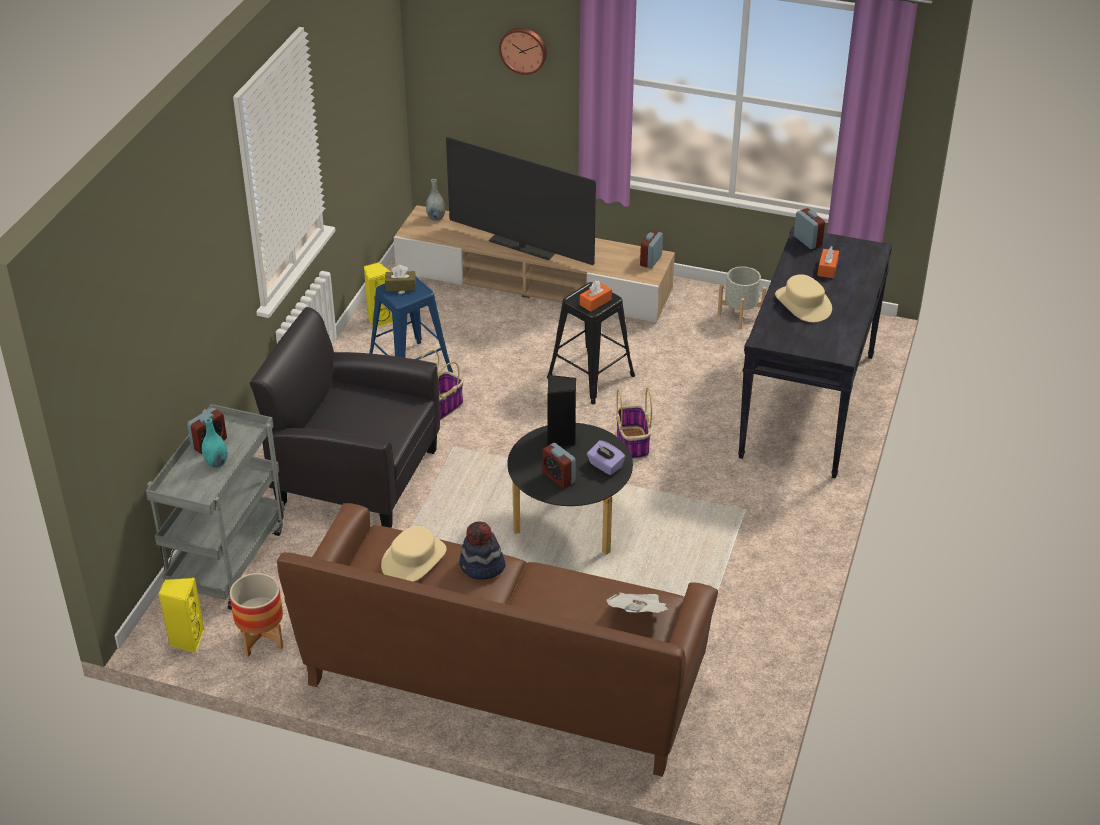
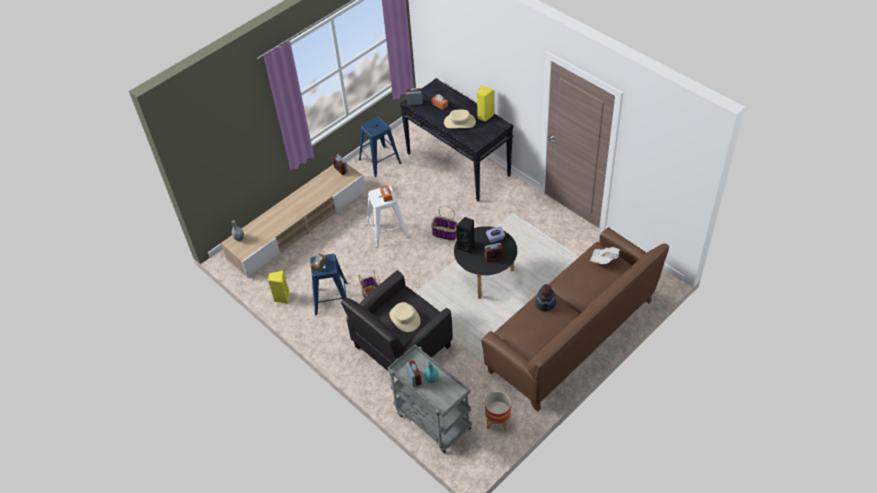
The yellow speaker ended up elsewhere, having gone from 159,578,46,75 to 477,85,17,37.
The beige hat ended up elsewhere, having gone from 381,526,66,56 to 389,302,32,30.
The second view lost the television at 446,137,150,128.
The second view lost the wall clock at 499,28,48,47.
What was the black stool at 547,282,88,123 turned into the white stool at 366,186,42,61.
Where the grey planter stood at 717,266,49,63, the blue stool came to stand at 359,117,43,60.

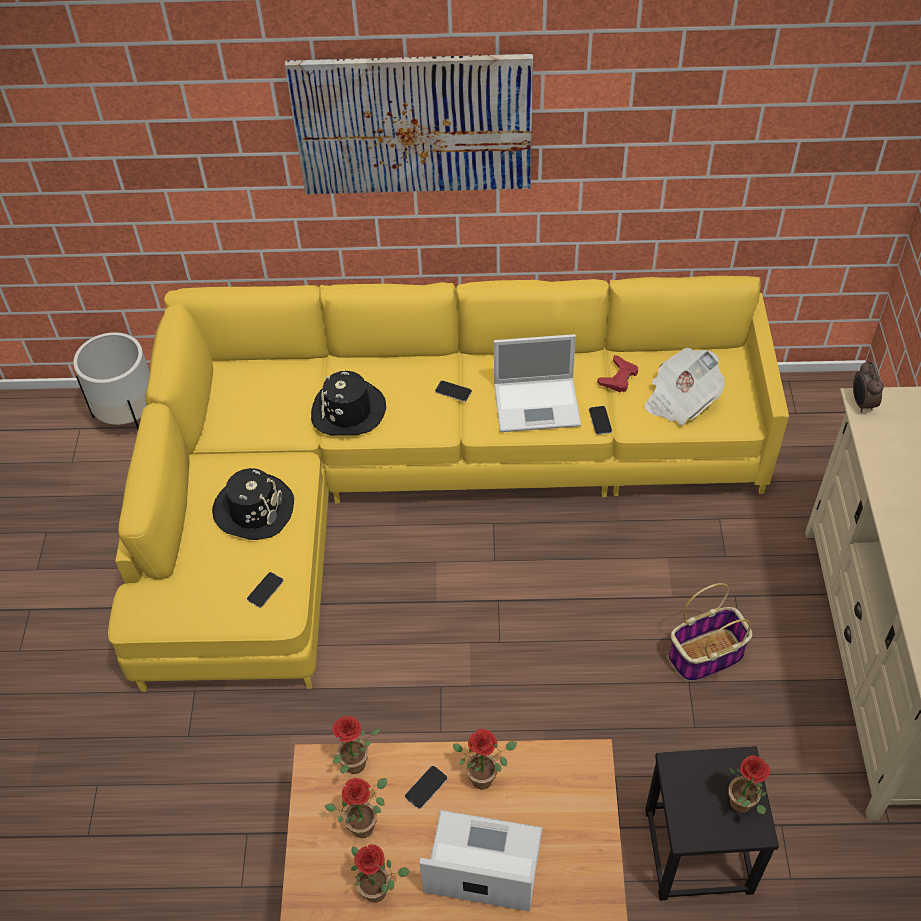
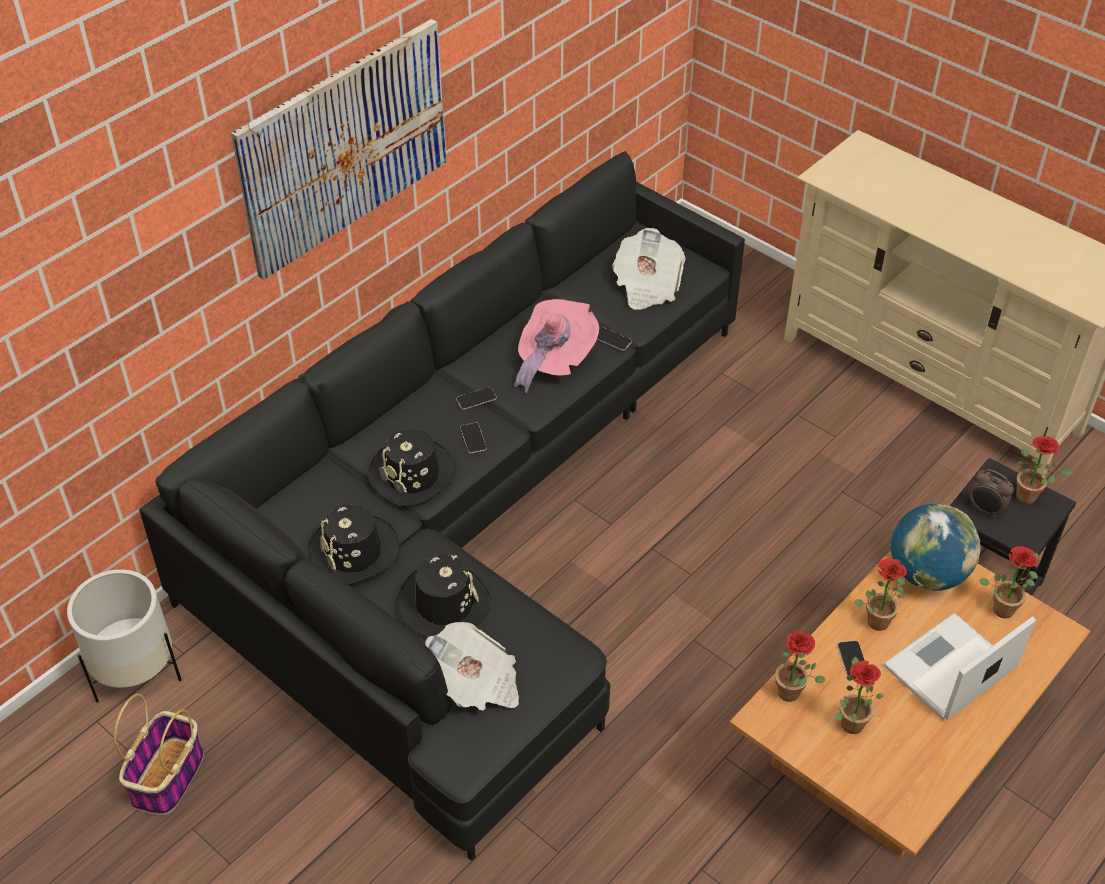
What was the yellow sofa at 108,276,681,416 turned into the black sofa at 139,151,606,710.
The phone ended up elsewhere, having gone from 247,572,37,36 to 460,422,27,31.
The potted plant ended up elsewhere, having gone from 351,844,59,59 to 979,546,59,72.
Where the laptop stood at 494,334,87,98, the pink hat came to stand at 513,299,86,94.
The second view lost the red game controller at 597,355,41,37.
The basket ended up elsewhere, having gone from 668,583,84,99 to 114,694,90,121.
The alarm clock ended up elsewhere, having gone from 853,360,31,53 to 969,469,45,49.
The second view gained the black hat at 308,505,91,80.
The second view gained the newspaper at 425,622,94,89.
The second view gained the globe at 891,504,90,87.

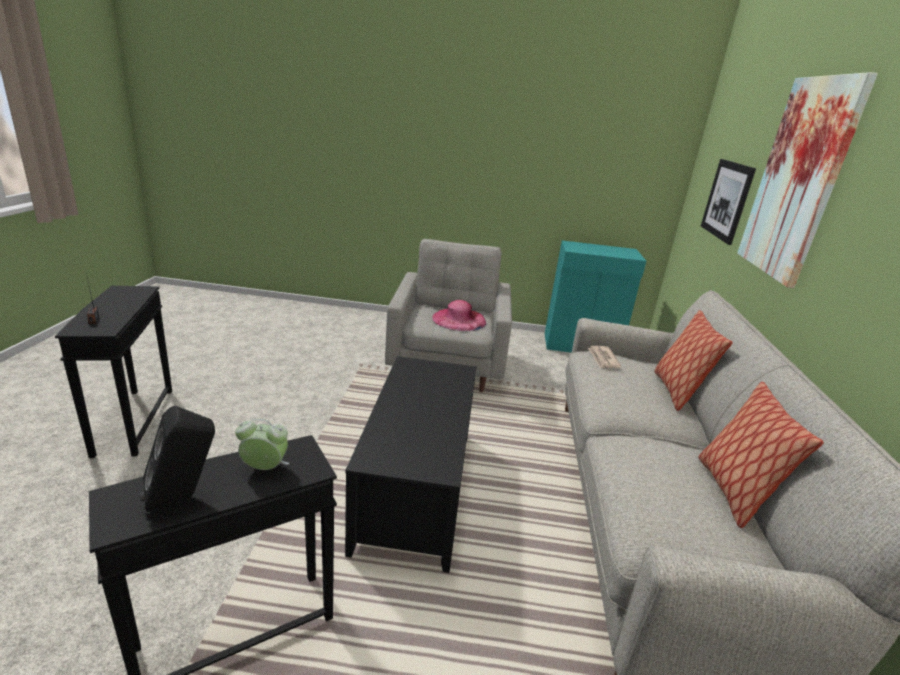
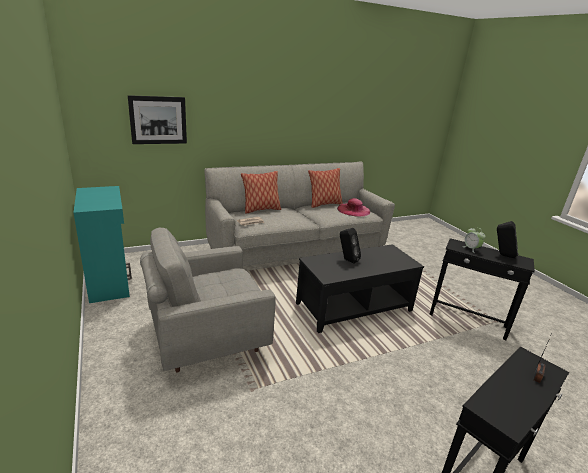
The pink hat ended up elsewhere, having gone from 432,300,54,31 to 337,198,33,19.
The second view lost the picture at 737,72,141,216.
The second view gained the black speaker at 340,228,21,35.

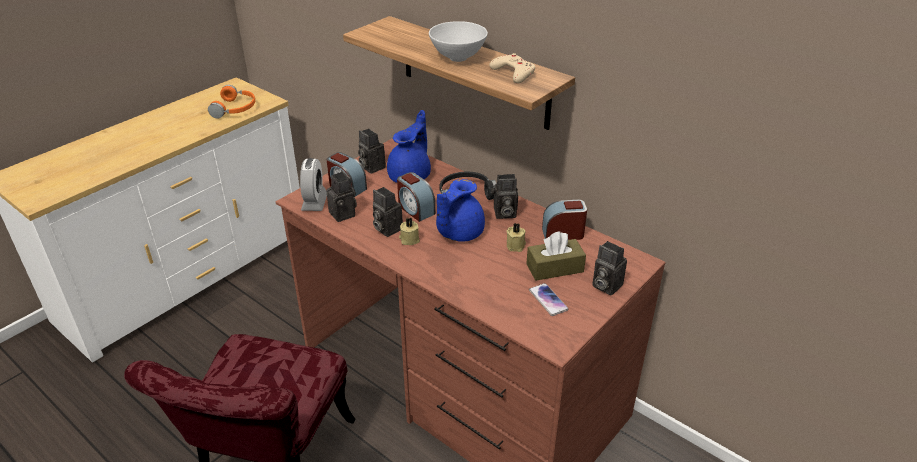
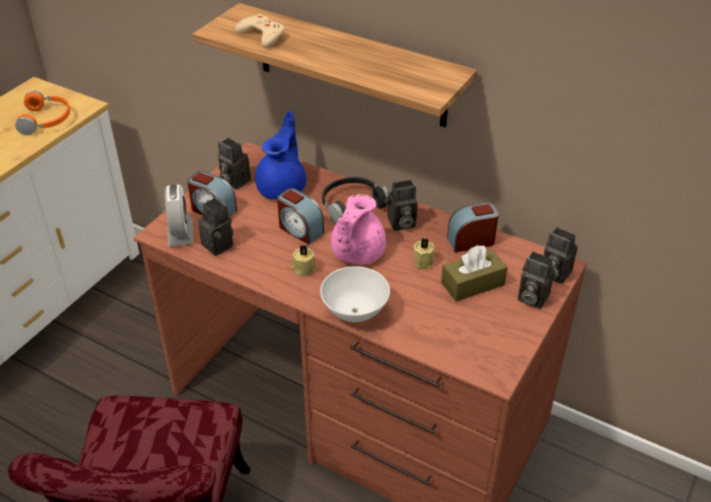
The photo camera ended up elsewhere, having gone from 373,187,30,50 to 544,227,33,57.
The white bowl ended up elsewhere, having gone from 429,21,59,41 to 320,266,70,56.
What was the blue teapot at 436,179,49,63 turned into the pink teapot at 331,194,55,71.
The beige game controller ended up elsewhere, having gone from 489,53,46,30 to 235,14,49,34.
The second view lost the phone at 529,283,40,33.

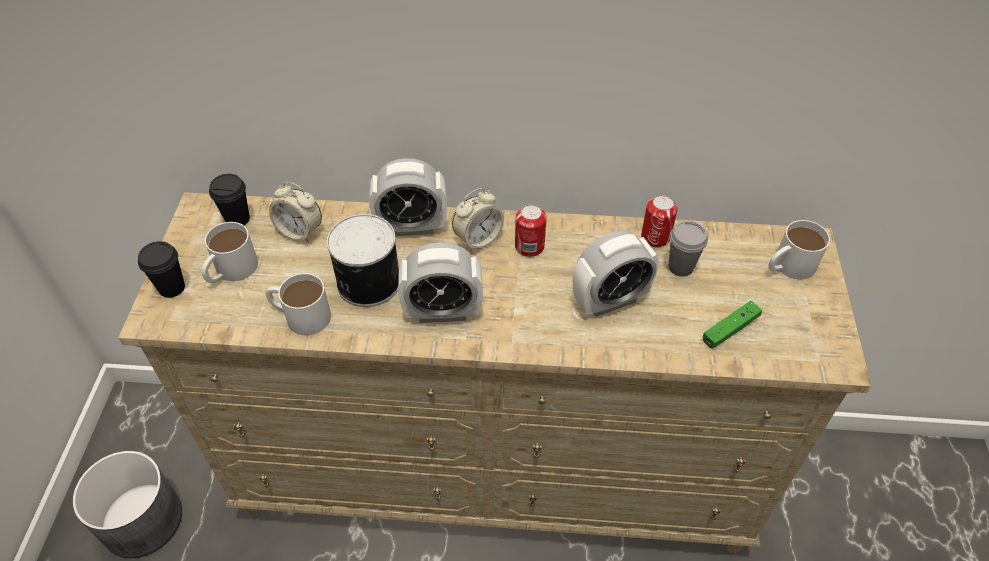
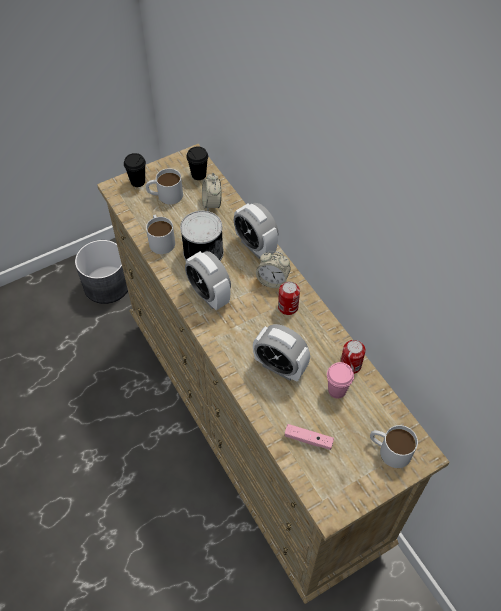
What was the grey cup at 669,221,39,56 turned into the pink cup at 327,362,27,36.
What was the green game controller at 702,301,60,47 turned into the pink game controller at 285,424,49,26.

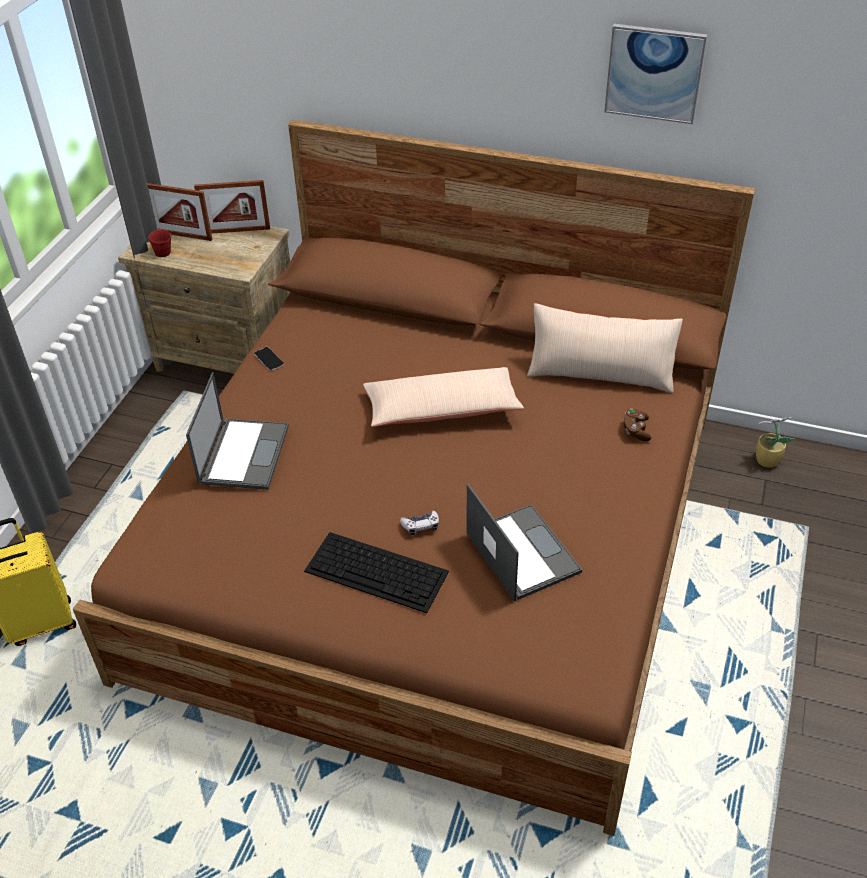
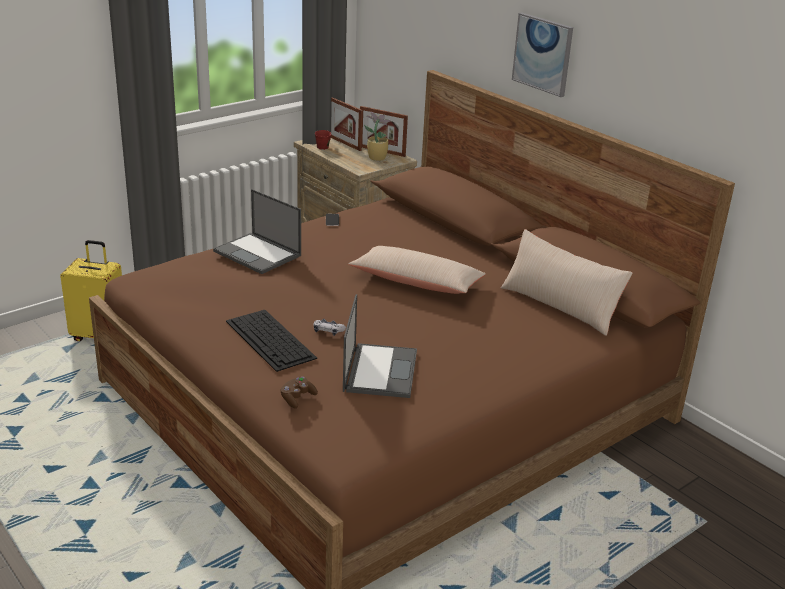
The laptop at 186,372,103,118 ended up facing another way, 90 degrees clockwise from before.
The picture ended up elsewhere, having gone from 604,24,103,100 to 512,13,61,84.
The brown game controller ended up elsewhere, having gone from 624,408,27,33 to 281,377,37,32.
The potted plant ended up elsewhere, having gone from 756,417,38,51 to 364,112,28,49.

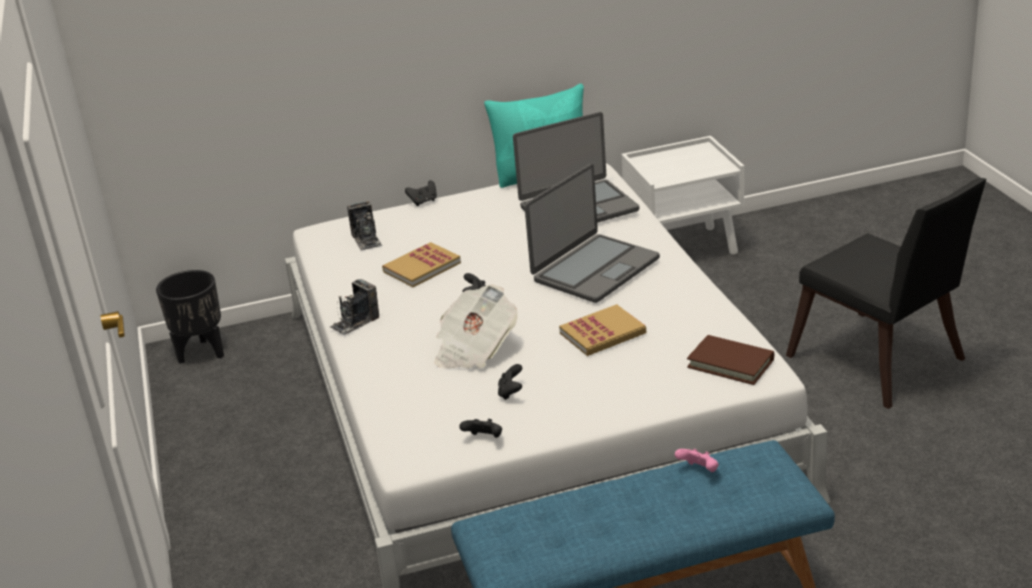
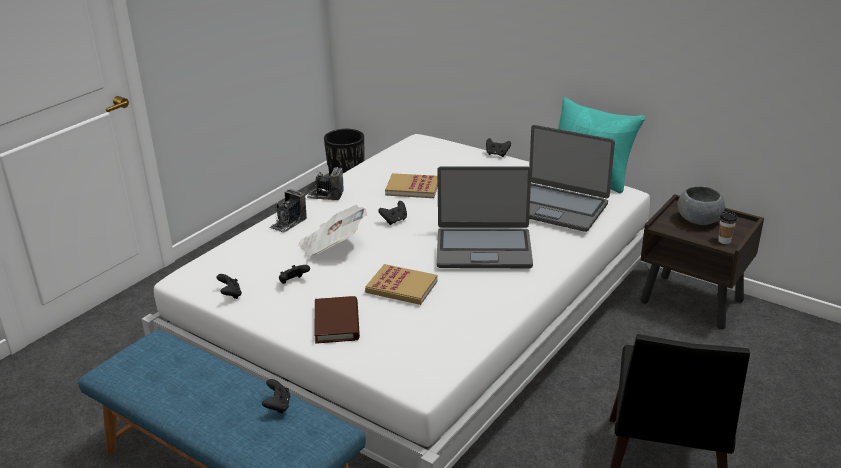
The photo camera ended up elsewhere, having gone from 347,201,35,50 to 269,189,38,44.
What was the white nightstand at 621,136,123,119 turned into the brown nightstand at 640,194,124,135.
What was the pink game controller at 675,449,44,23 turned into the black game controller at 262,379,28,35.
The brown book ended up elsewhere, having gone from 687,335,87,50 to 314,296,46,48.
The second view gained the grey bowl at 678,186,47,39.
The second view gained the cup at 718,211,20,33.

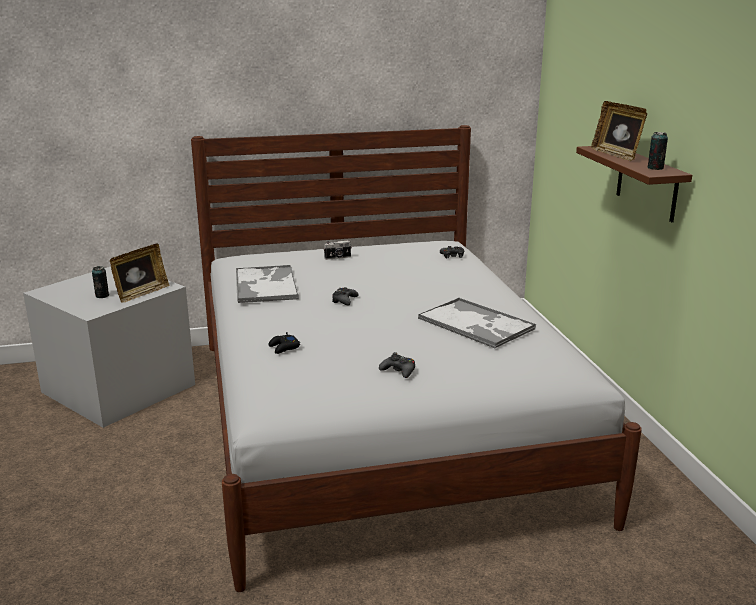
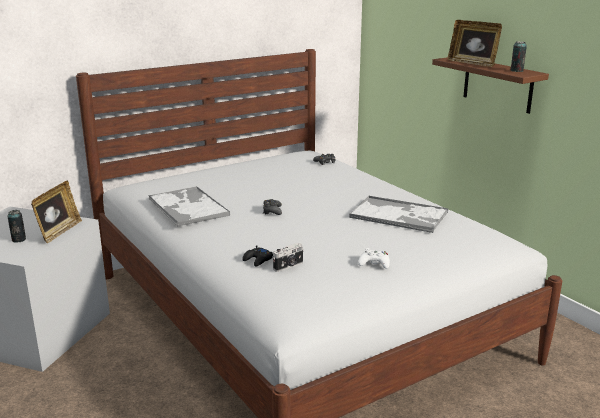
The photo camera ended up elsewhere, having gone from 323,241,29,19 to 273,243,30,29.
What was the black game controller at 379,352,36,26 turned into the white game controller at 358,248,32,21.

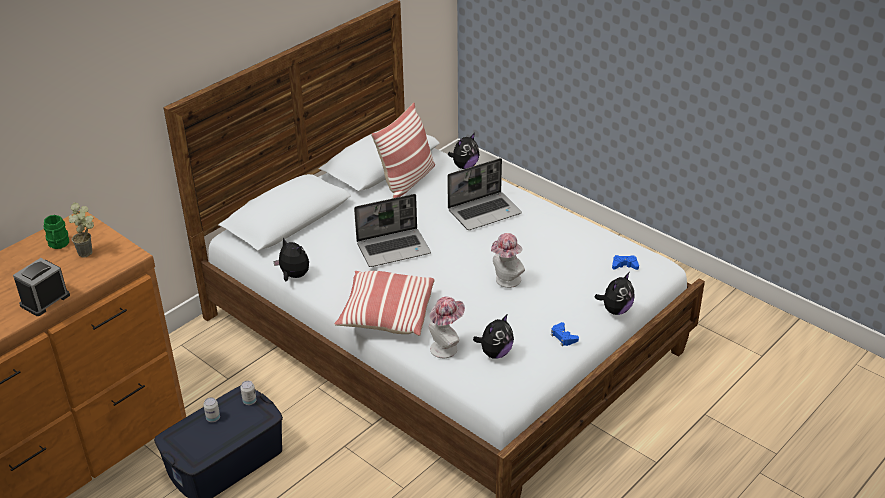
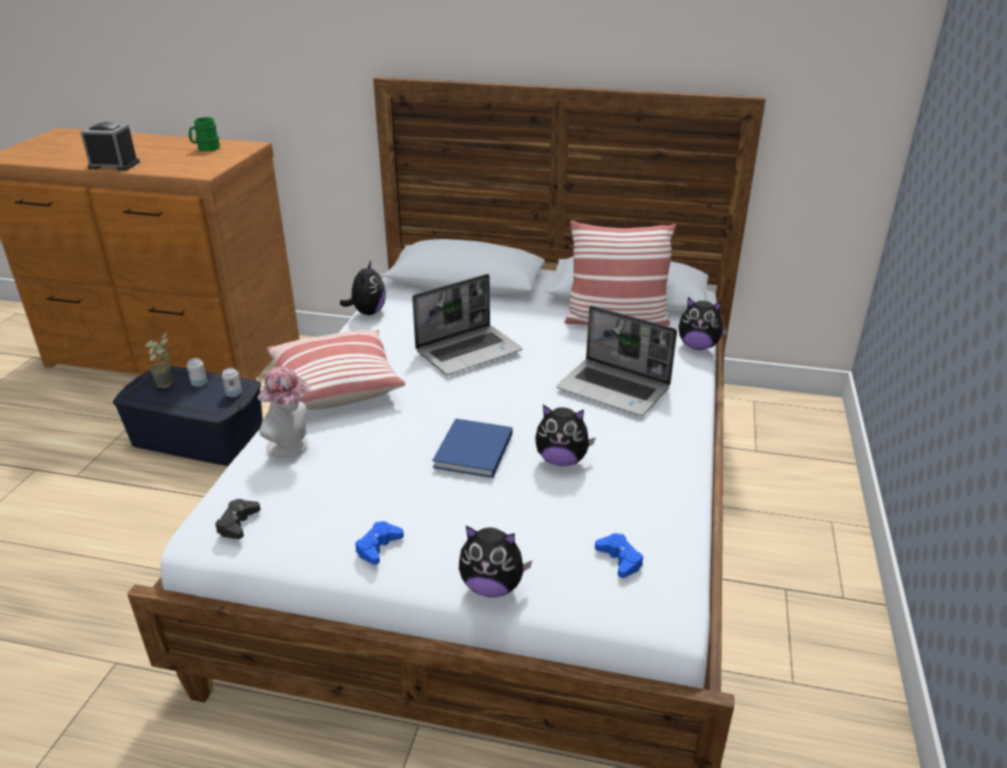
The potted plant ended up elsewhere, having gone from 69,203,25,54 to 145,331,27,57.
The laptop at 354,194,77,73 ended up facing another way, 75 degrees counterclockwise from before.
The plush toy ended up elsewhere, having gone from 473,314,41,45 to 535,405,61,61.
Where the hat stood at 491,233,34,55, the blue book came to stand at 432,418,80,60.
The second view gained the black game controller at 215,499,46,40.

